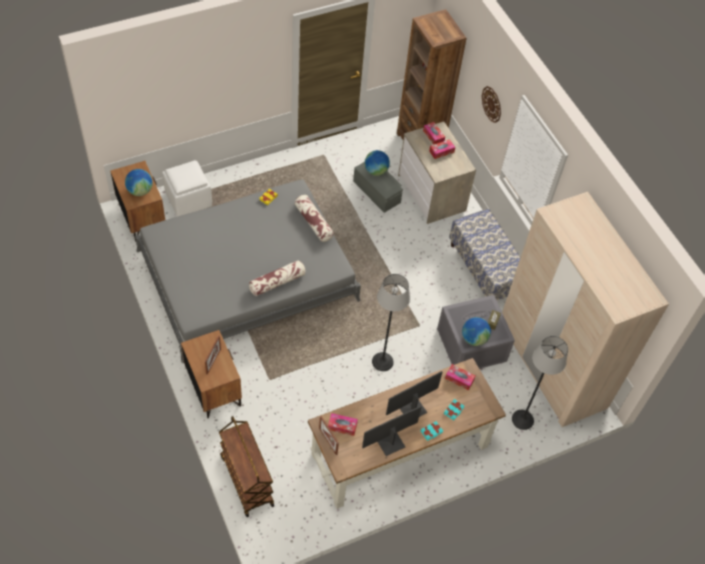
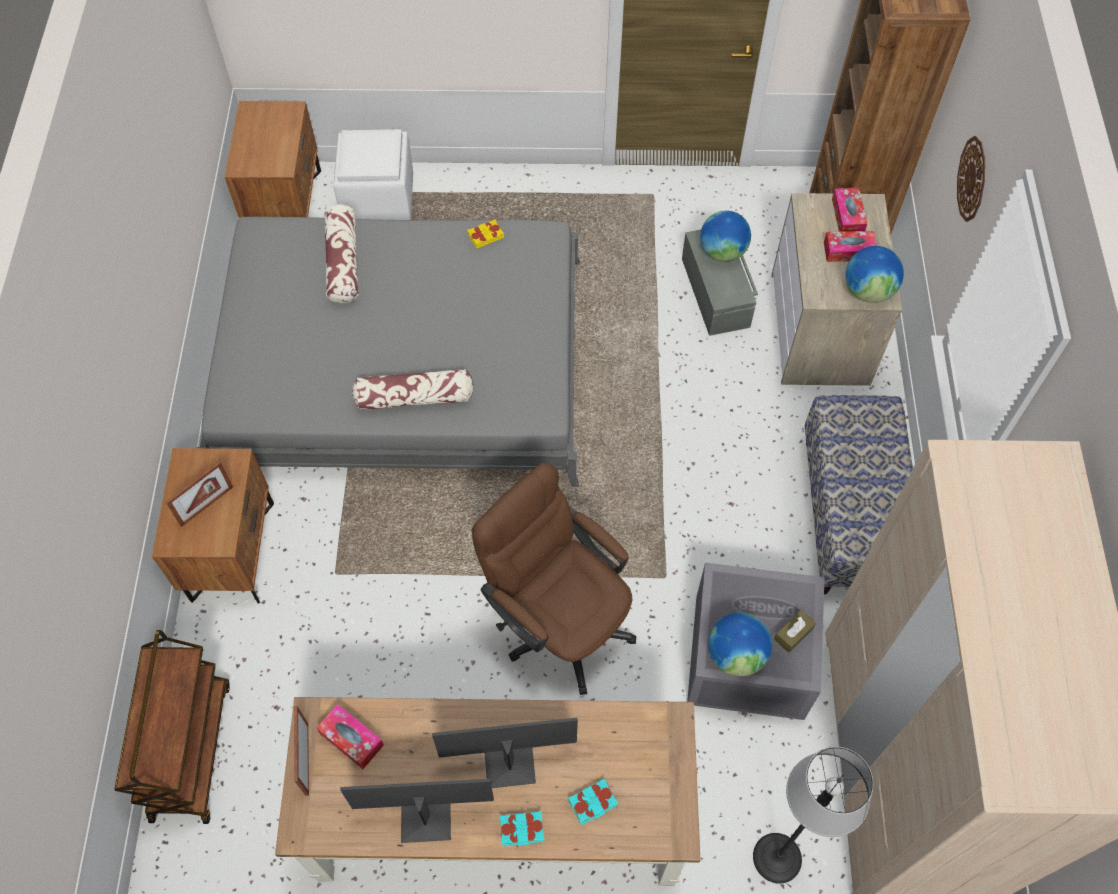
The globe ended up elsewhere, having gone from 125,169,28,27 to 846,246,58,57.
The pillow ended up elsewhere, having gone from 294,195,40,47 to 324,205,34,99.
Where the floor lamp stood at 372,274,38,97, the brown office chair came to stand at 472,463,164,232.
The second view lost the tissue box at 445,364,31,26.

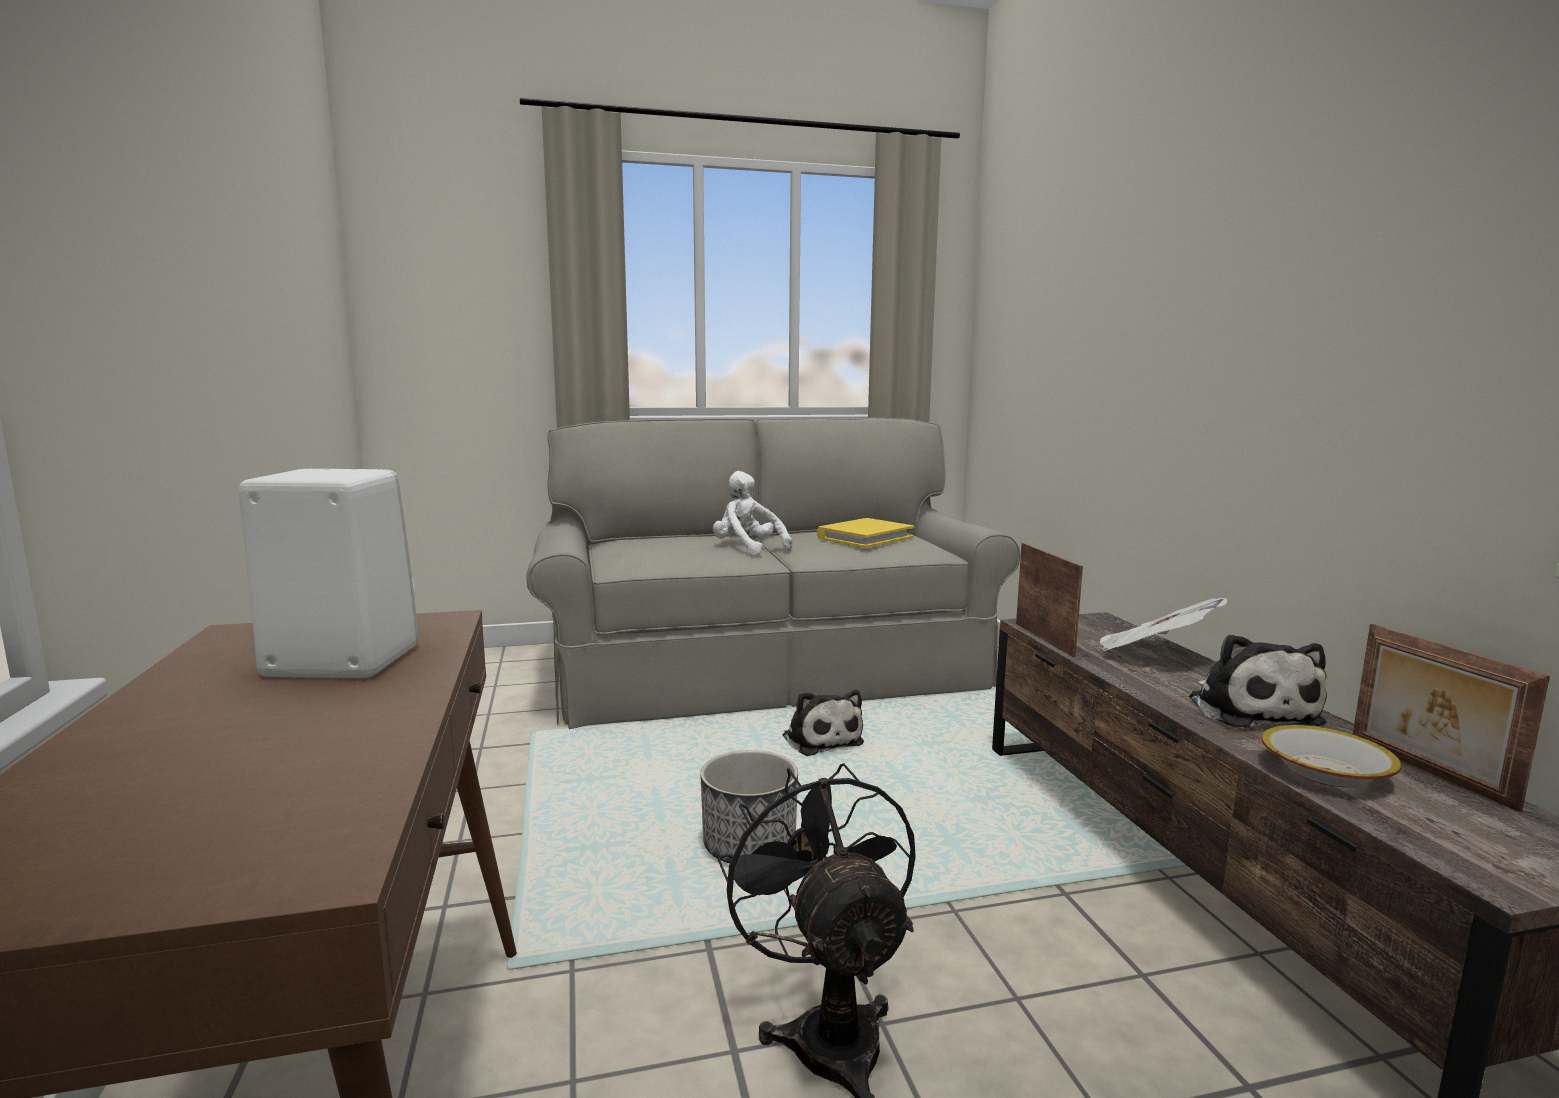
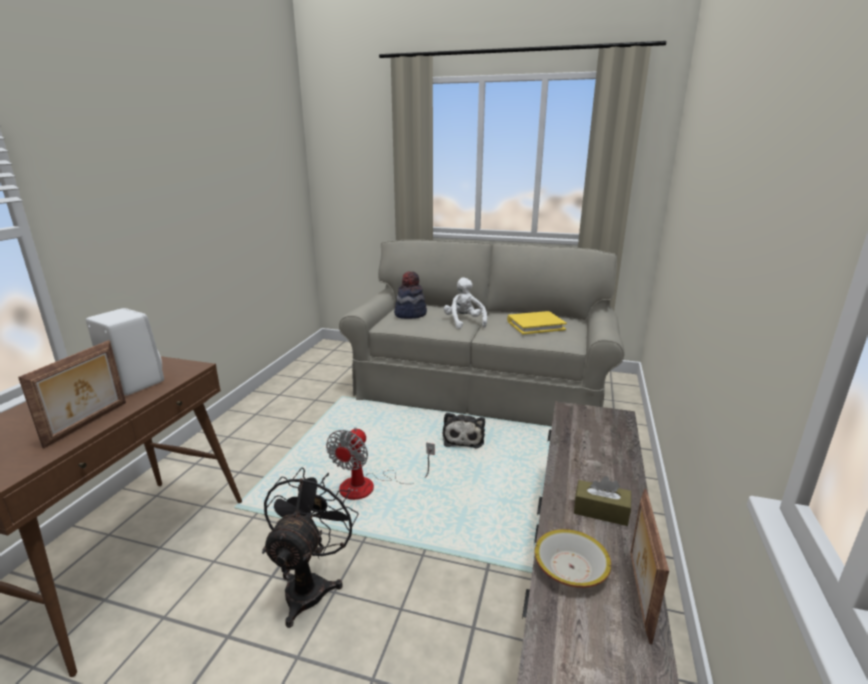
Where the planter stood at 700,750,98,113, the fan came to stand at 326,427,109,73.
The picture frame ended up elsewhere, having gone from 1016,543,67,114 to 18,340,108,108.
The second view lost the newspaper at 1100,598,128,53.
Where the plush toy stood at 1189,634,138,93, the brown tissue box came to stand at 574,476,57,50.
The second view gained the hat at 394,272,33,47.

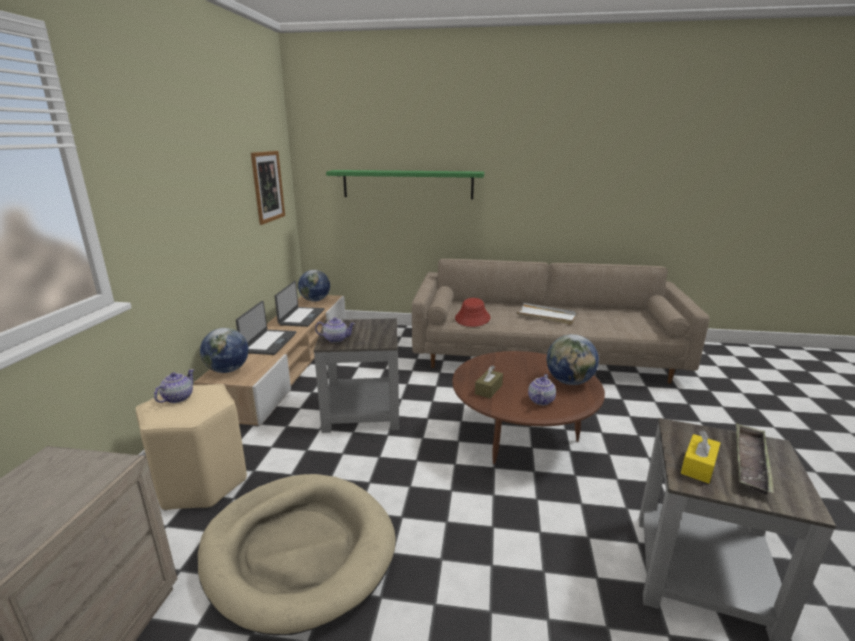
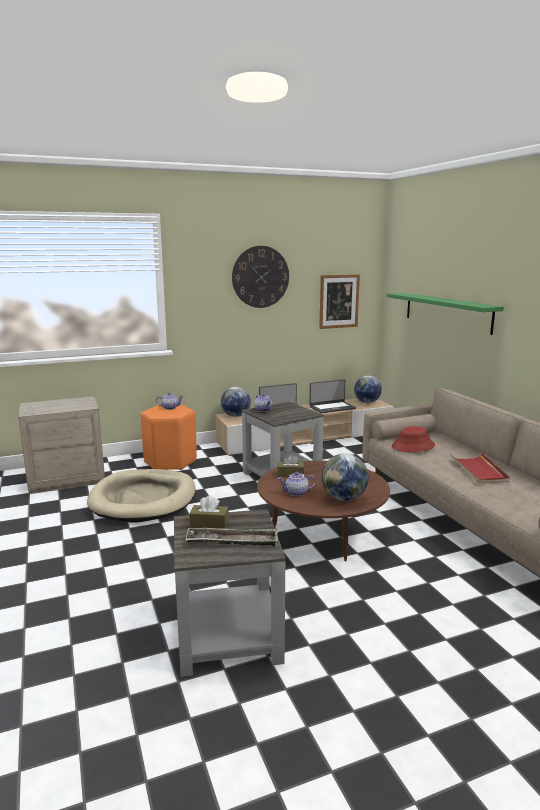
What was the beige stool at 135,384,112,127 turned into the orange stool at 141,405,56,65.
What was the white tray at 516,303,61,21 turned into the red tray at 450,453,60,30.
What was the yellow tissue box at 681,431,39,53 turned into the brown tissue box at 189,496,40,33.
The second view gained the wall clock at 232,246,57,62.

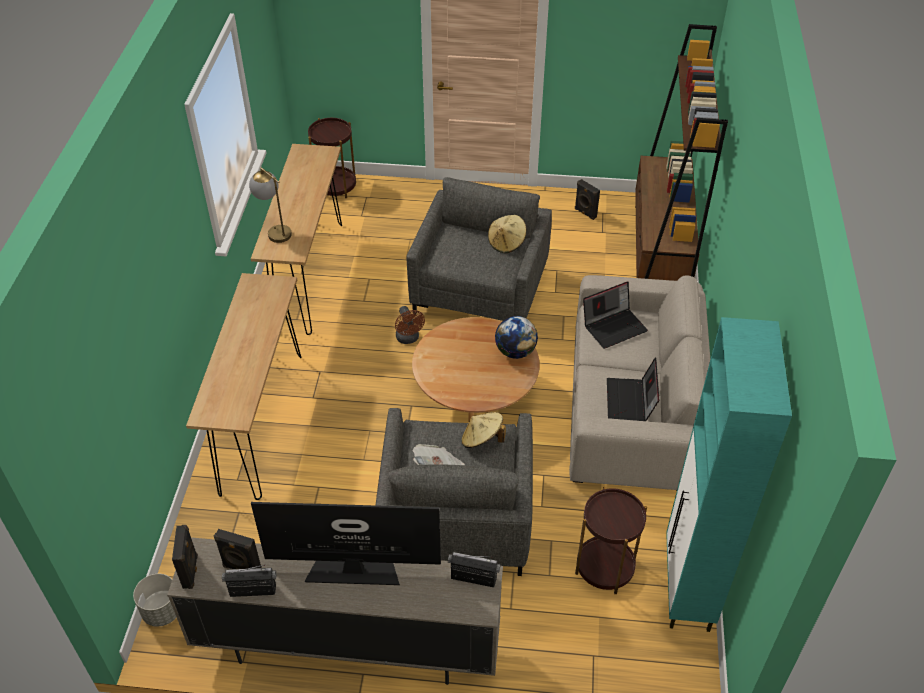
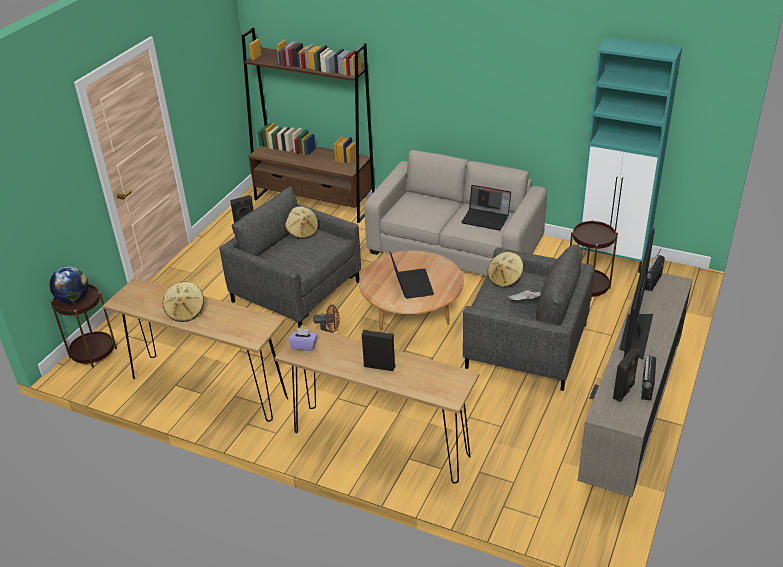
The second view lost the grey planter at 133,574,44,53.
The black speaker ended up elsewhere, having gone from 172,525,26,64 to 362,330,33,41.
The second view lost the table lamp at 249,167,43,76.
The globe ended up elsewhere, having gone from 495,316,43,43 to 50,267,39,36.
The laptop ended up elsewhere, having gone from 583,281,65,68 to 389,251,45,48.
The second view gained the beige hat at 162,281,42,41.
The second view gained the purple tissue box at 288,328,29,23.

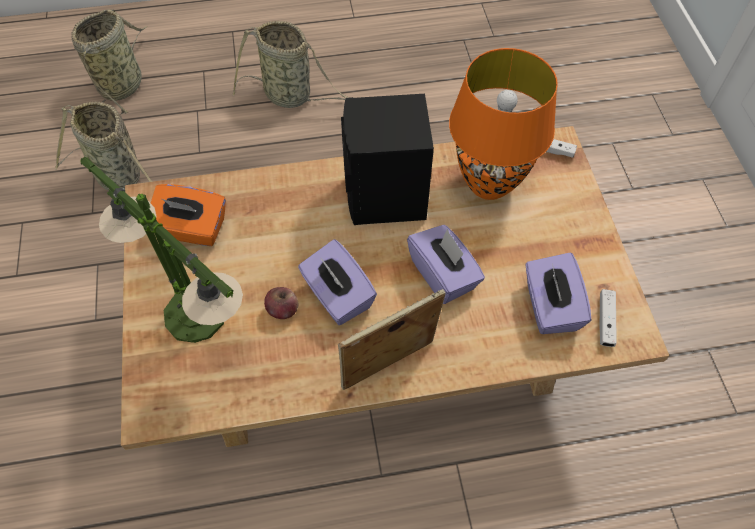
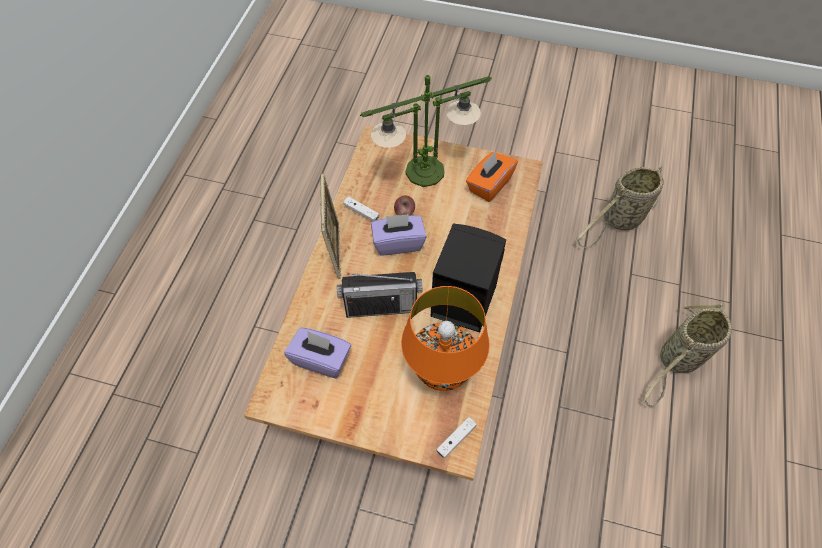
The second view lost the basket at 71,9,77,106.
Where the purple tissue box stood at 407,225,78,79, the radio came to stand at 337,272,85,46.
The white game controller ended up elsewhere, having gone from 600,289,17,58 to 343,196,36,26.

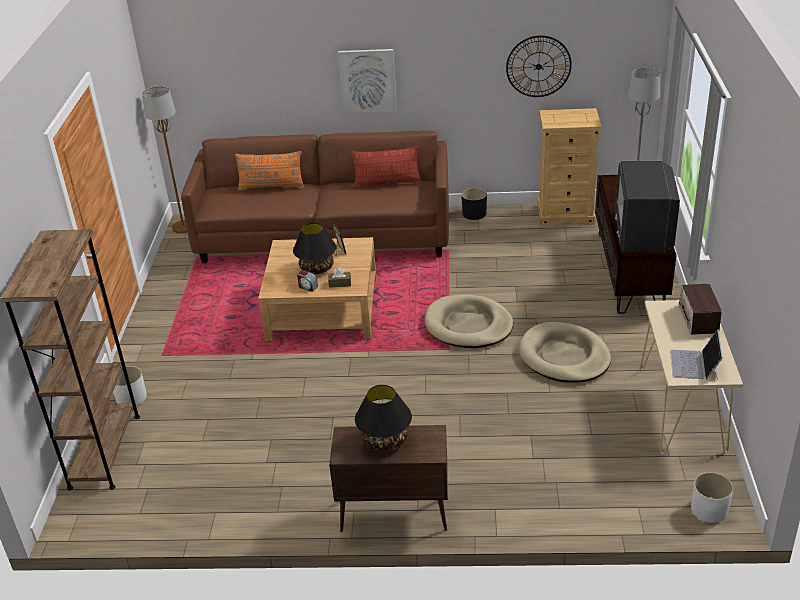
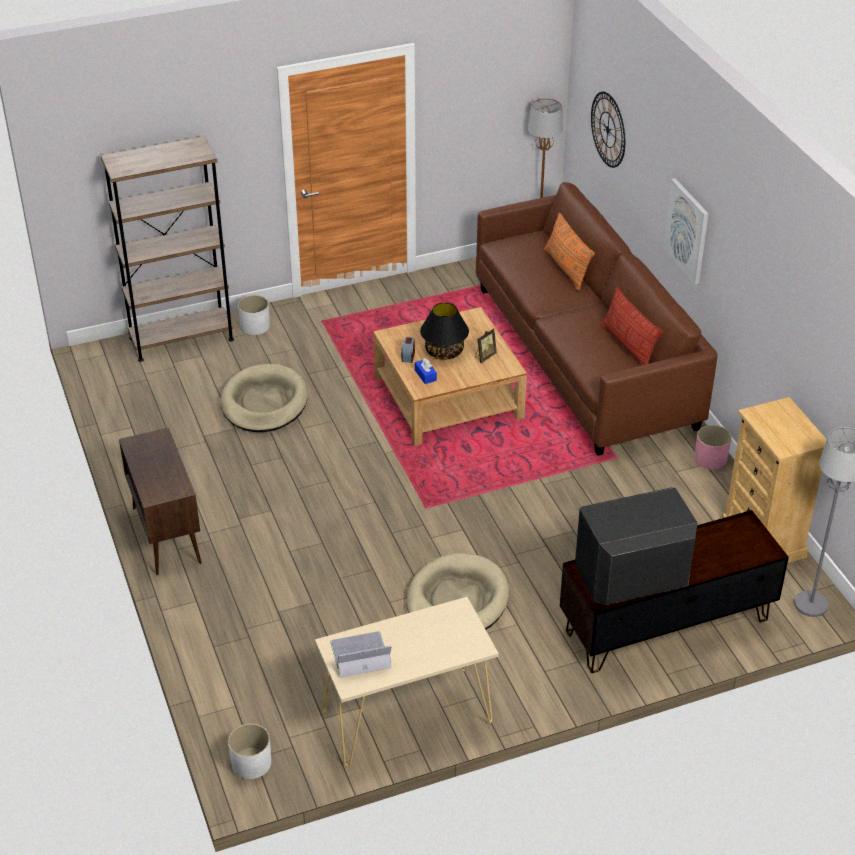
What was the brown tissue box at 328,267,23,21 turned into the blue tissue box at 415,358,22,26.
The second view lost the black table lamp at 355,385,57,66.
The beige dog bed ended up elsewhere, having gone from 425,294,88,54 to 220,364,88,68.
What was the black planter at 461,188,26,32 turned into the pink planter at 695,425,37,45.
The wall clock ended up elsewhere, having gone from 506,35,66,62 to 591,92,34,76.
The second view lost the radio at 679,284,43,51.

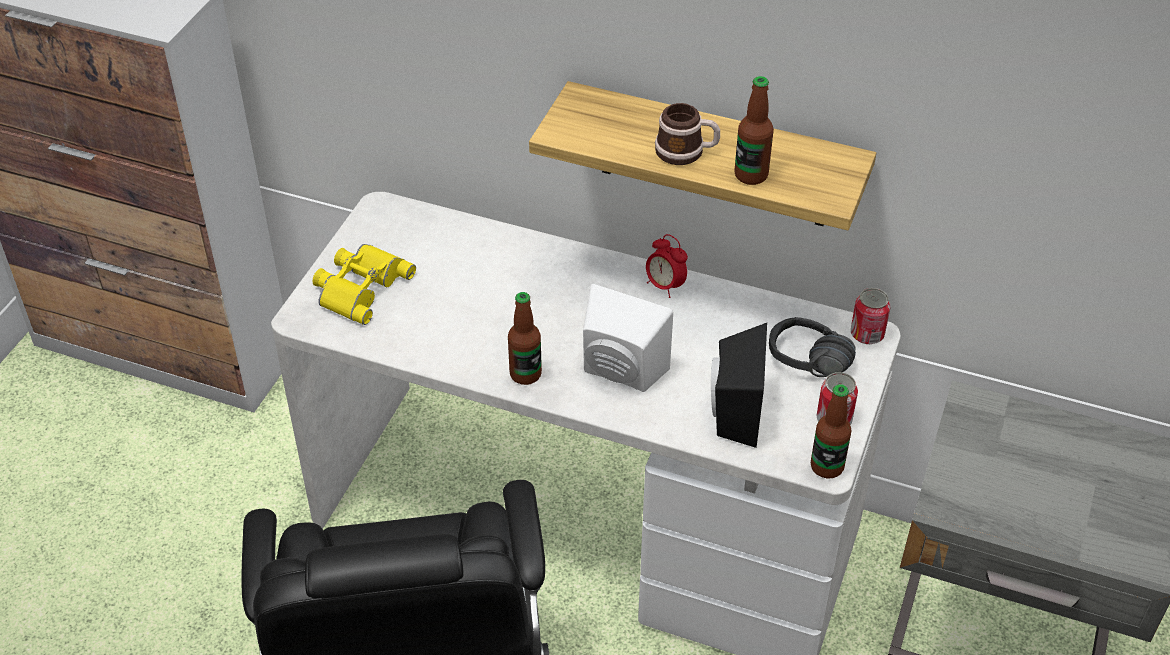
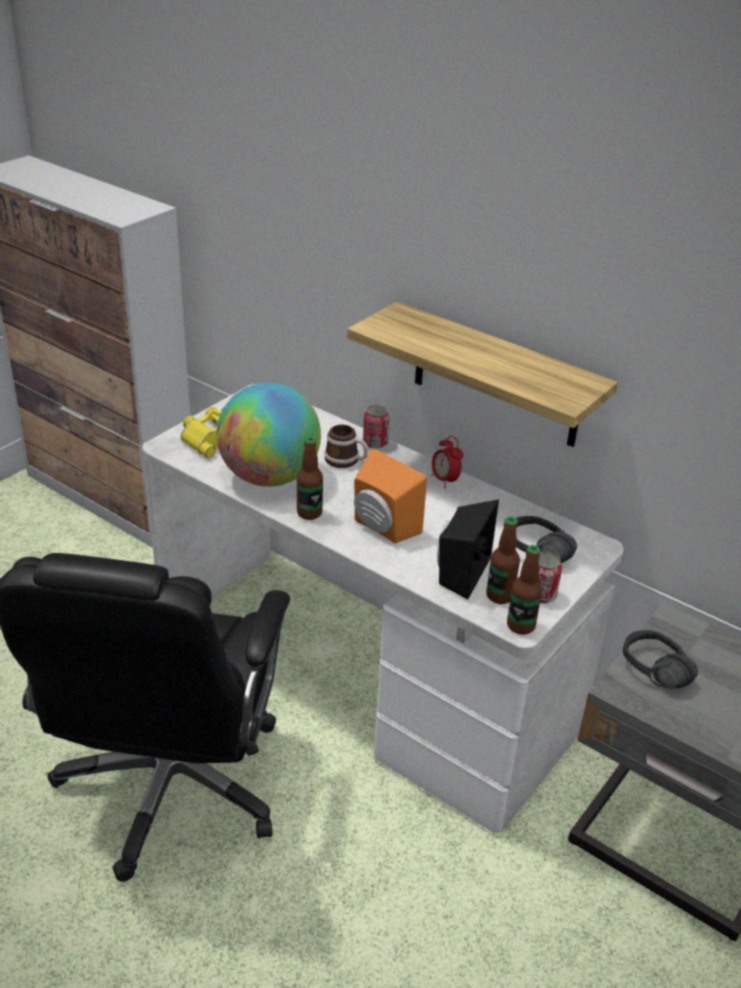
What was the white speaker at 583,284,90,108 turned into the orange speaker at 354,448,73,95.
The mug ended up elsewhere, having gone from 655,103,65,62 to 324,425,44,43.
The bottle ended up elsewhere, having gone from 734,76,40,109 to 486,516,34,88.
The can ended up elsewhere, having gone from 851,288,40,56 to 363,405,27,44.
The second view gained the globe at 217,383,104,104.
The second view gained the black headphones at 623,630,75,59.

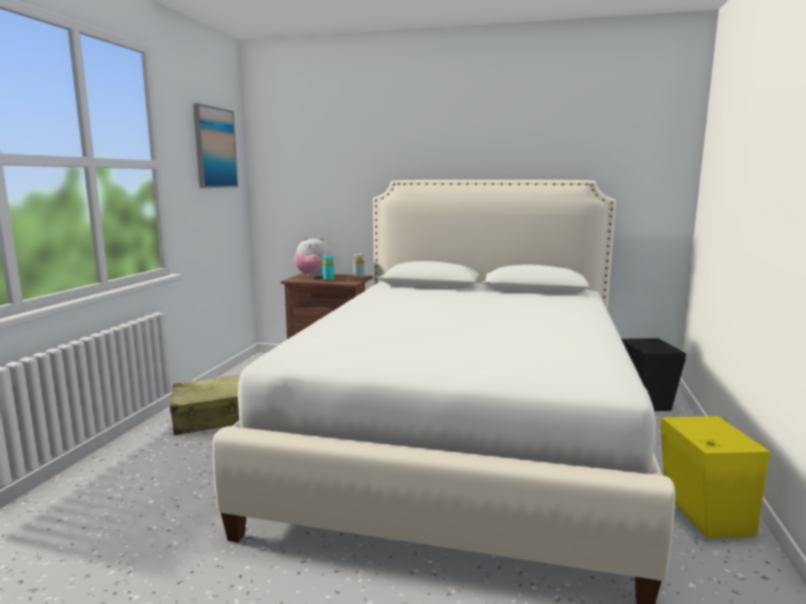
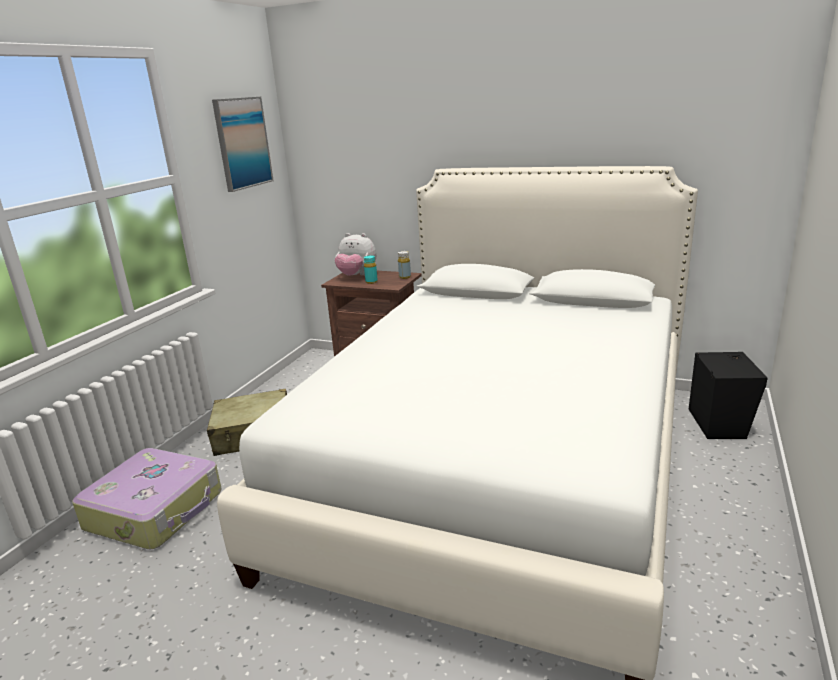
The second view lost the yellow speaker at 660,416,110,122.
The second view gained the suitcase at 72,448,150,101.

